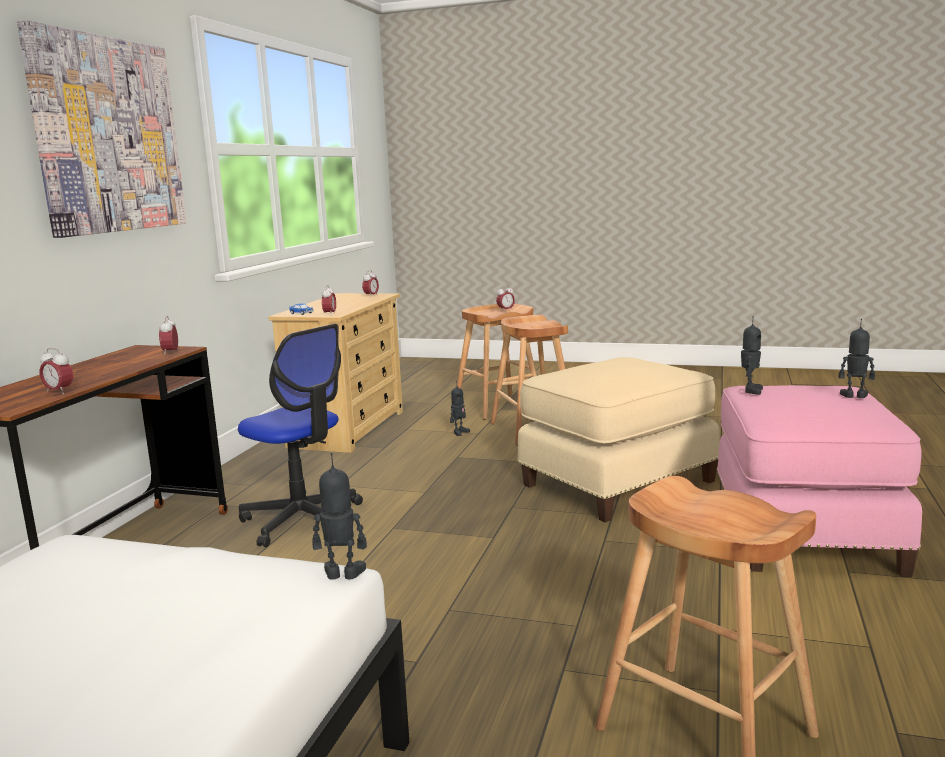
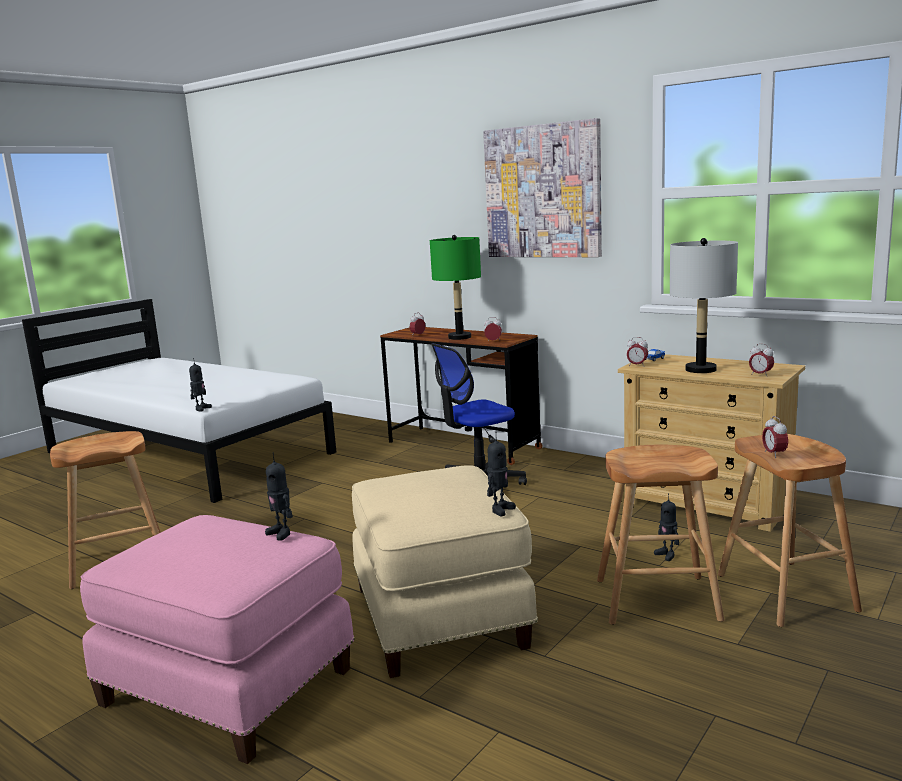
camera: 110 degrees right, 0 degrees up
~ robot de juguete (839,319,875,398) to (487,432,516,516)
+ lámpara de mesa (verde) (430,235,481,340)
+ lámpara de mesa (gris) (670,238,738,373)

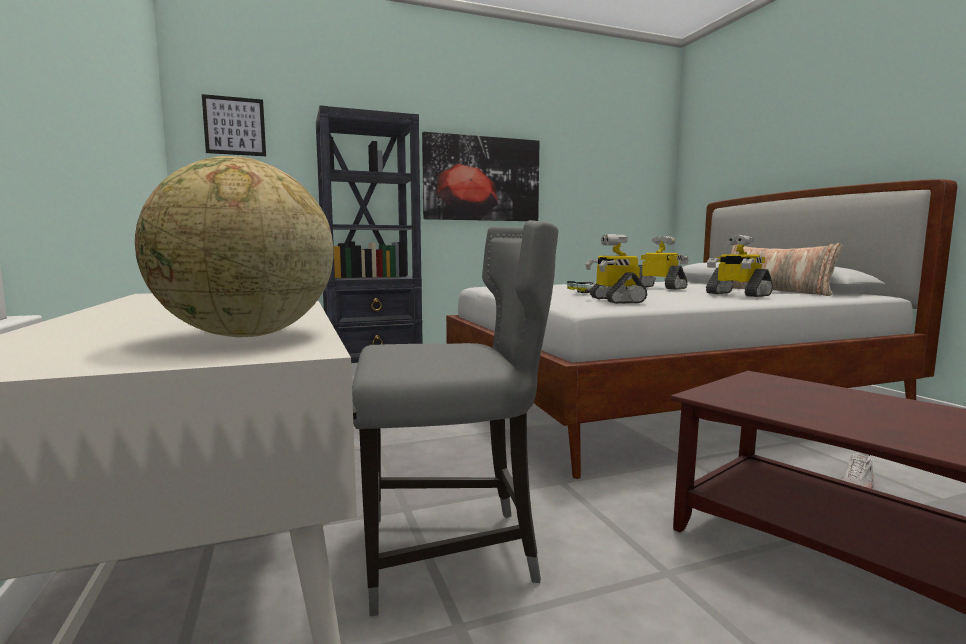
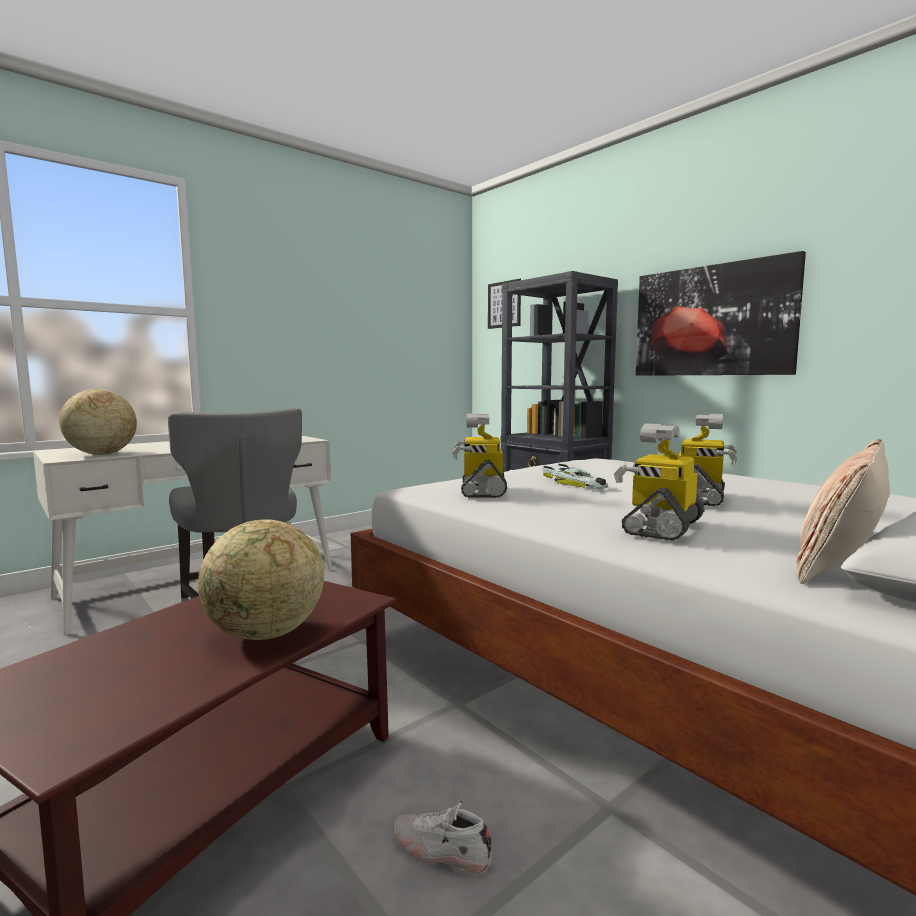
camera: 70 degrees right, 0 degrees up
~ robot de juguete (585,234,647,304) = (452,413,507,498) 60 degrees counterclockwise
+ globo terráqueo (198,519,324,640)

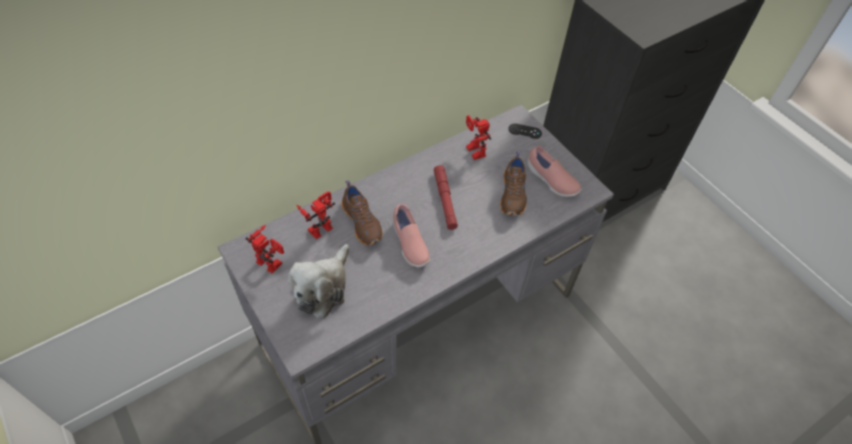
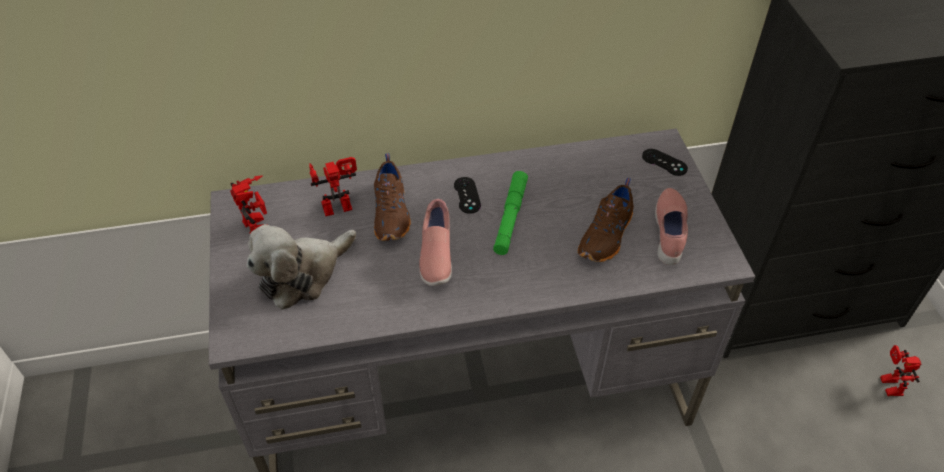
camera: 25 degrees right, 5 degrees down
~ robot de juguete (466,115,491,160) to (880,345,922,396)
~ zapato (rosa) (528,146,582,197) = (655,188,688,265) 150 degrees counterclockwise
~ linterna (rojo) (434,165,458,230) to linterna (verde) (493,171,528,255)
+ mando de consola (negro) (454,177,481,214)

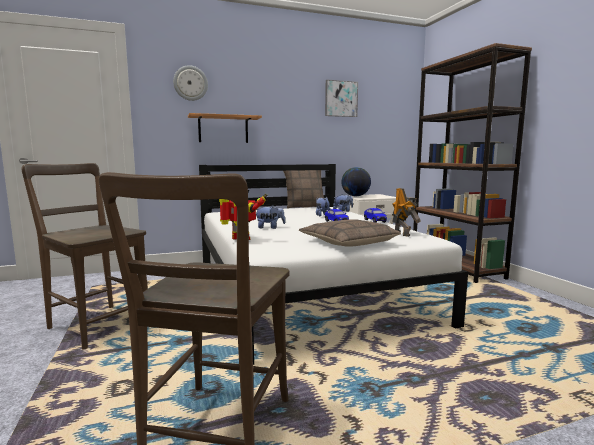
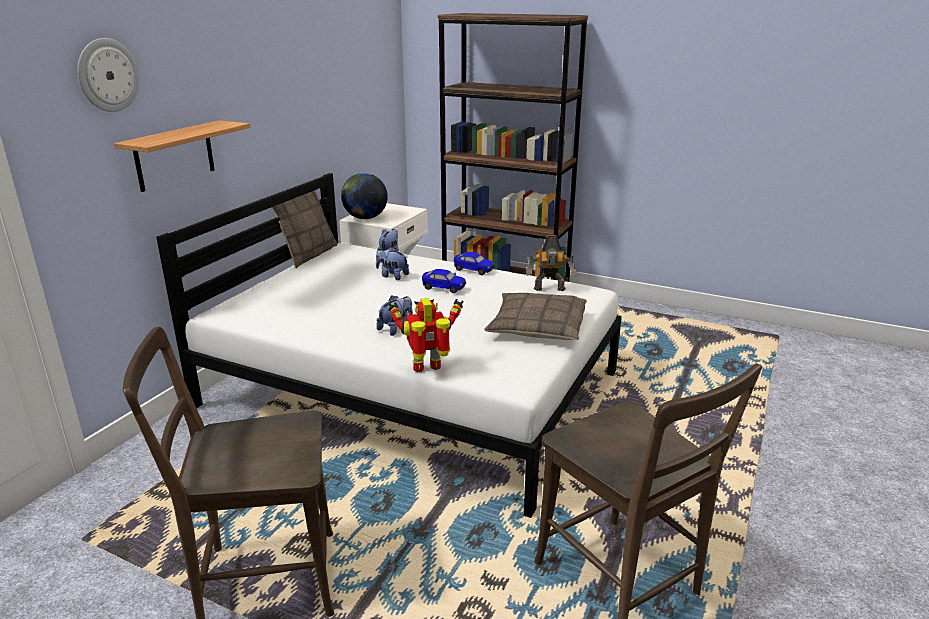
camera: 45 degrees left, 15 degrees up
- cuadro (325,80,358,117)
~ robot de juguete (392,188,421,237) = (526,235,576,291) 150 degrees clockwise

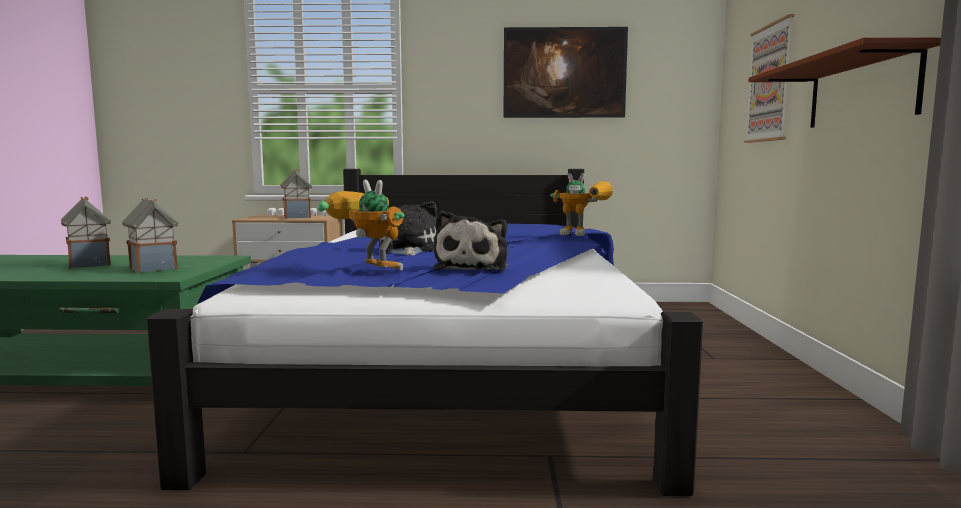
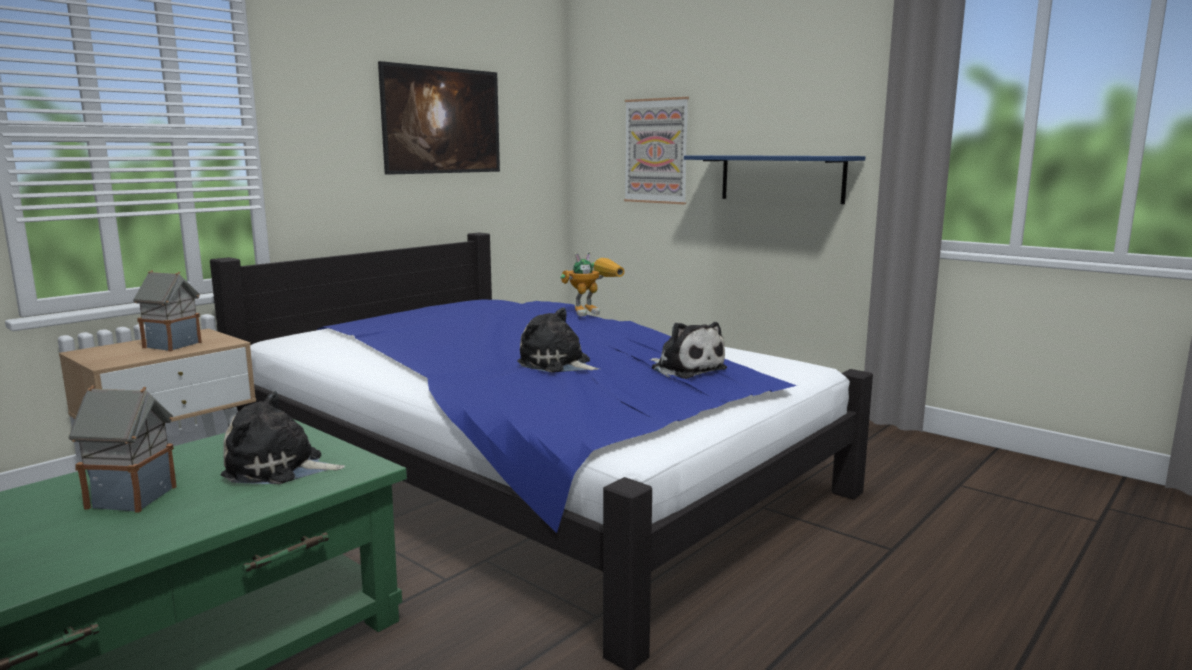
camera: 50 degrees left, 5 degrees up
~ estante (marrón) (749,37,941,128) to estante (azul) (684,155,865,204)
- robot de juguete (318,180,405,270)
~ casita (122,198,179,273) to peluche (221,391,345,484)

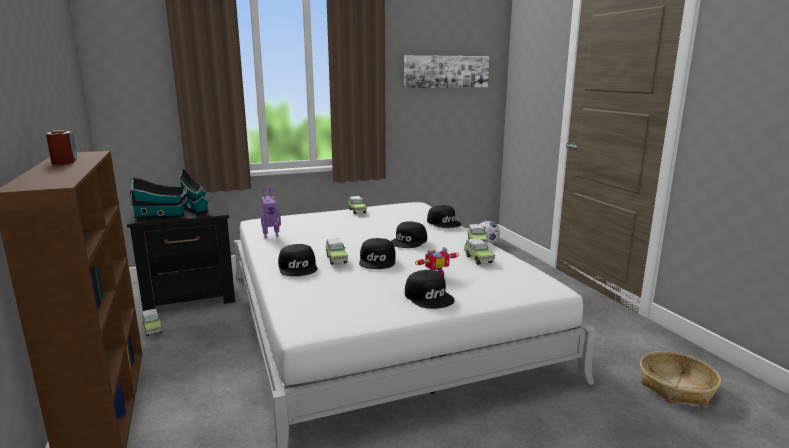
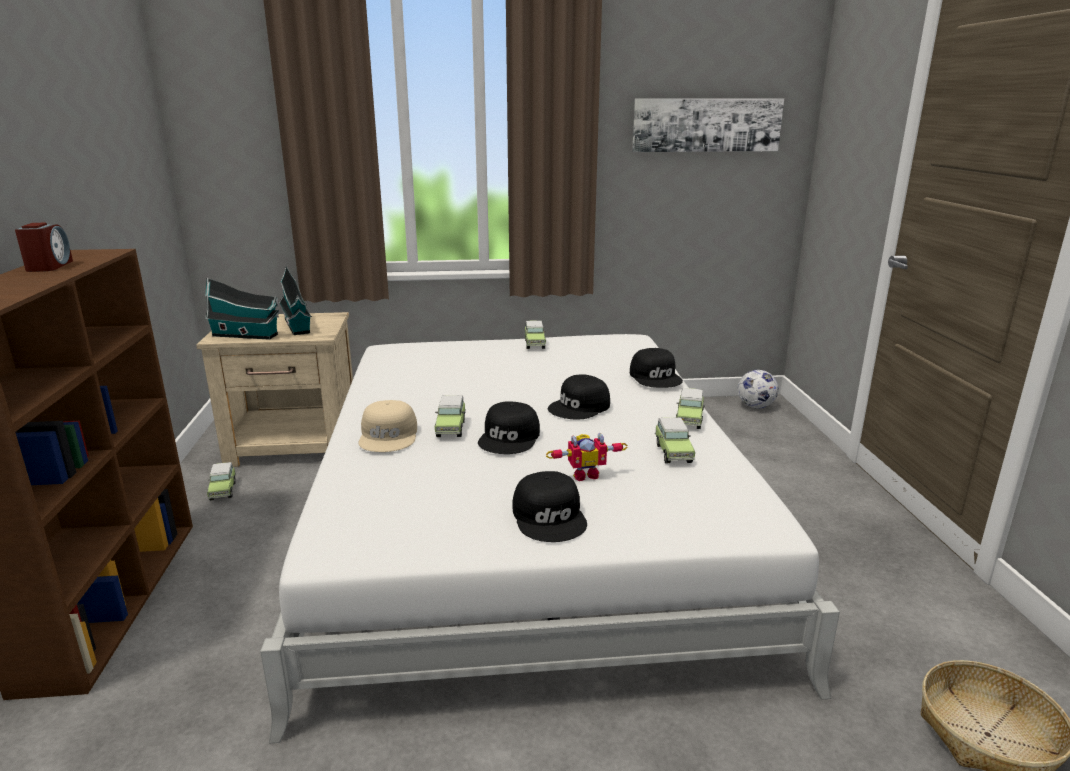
camera: 15 degrees right, 5 degrees up
- robot de juguete (261,187,281,238)
~ mesita de noche (negro) (127,199,235,311) to mesita de noche (beis) (196,312,353,467)
~ gorra (negro) (278,244,318,276) to gorra (beis) (359,400,417,452)

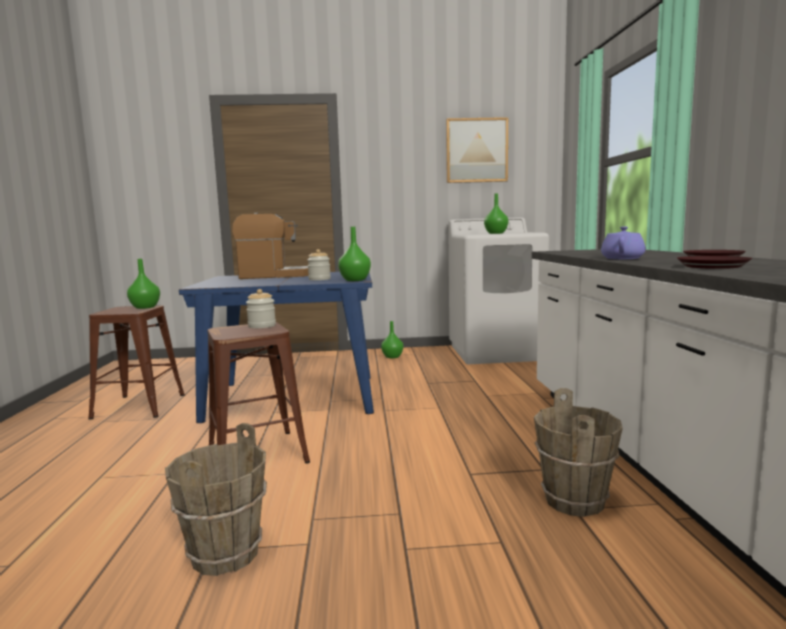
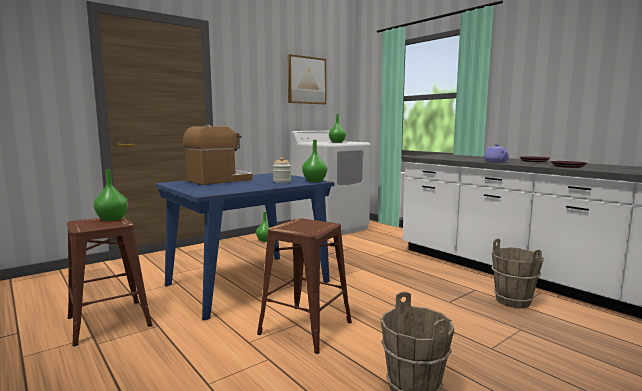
camera: 35 degrees left, 0 degrees up
- tarro (246,289,276,328)

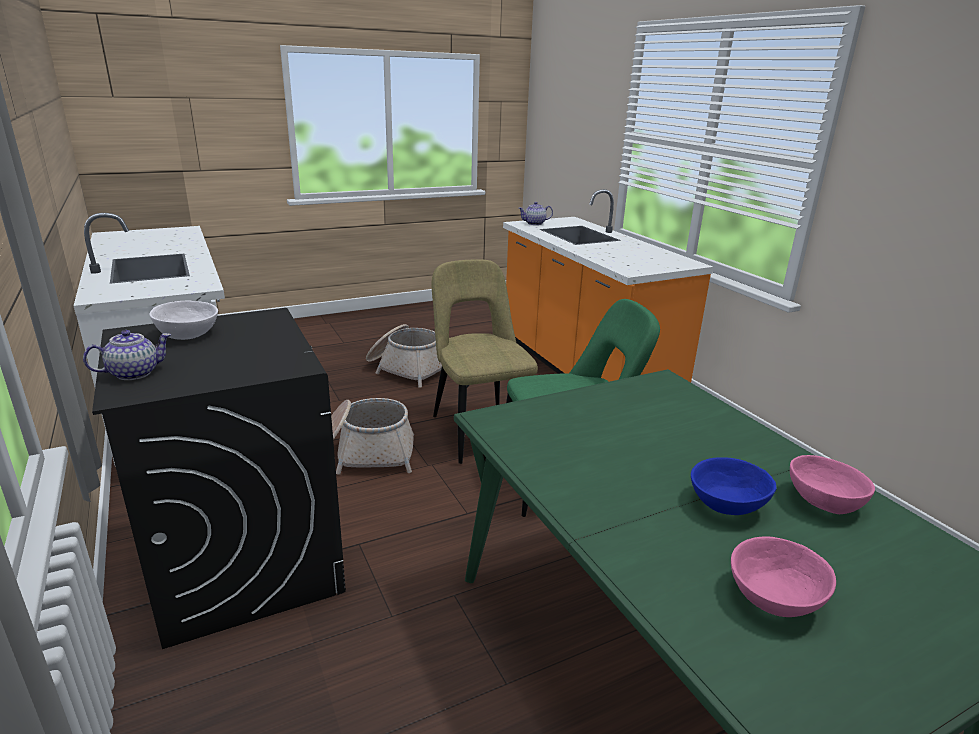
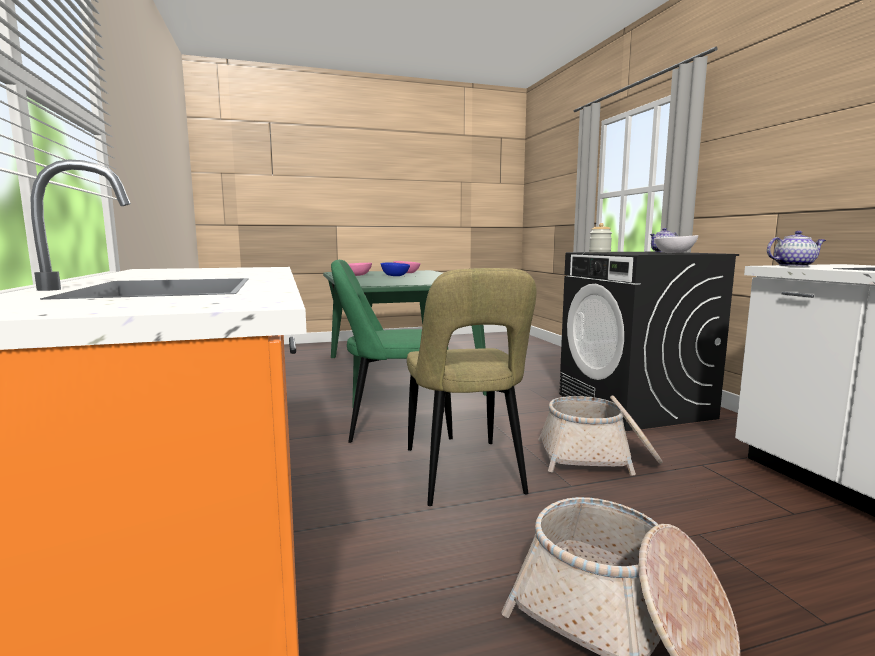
camera: 170 degrees left, 15 degrees down
~ tetera (518,202,553,225) to (767,231,826,267)
+ tarro (589,223,612,253)

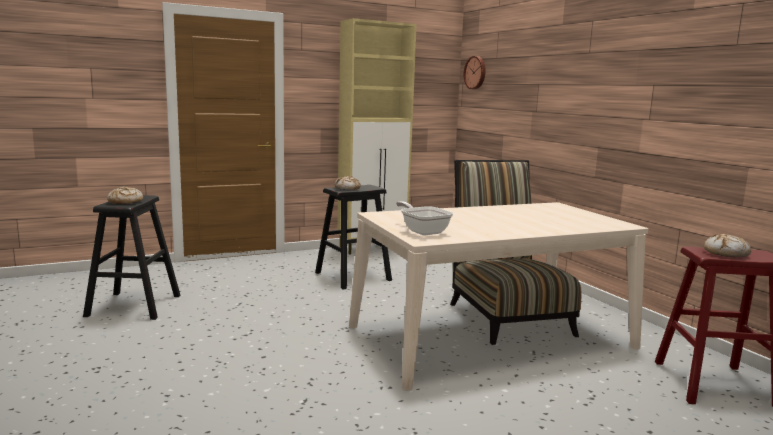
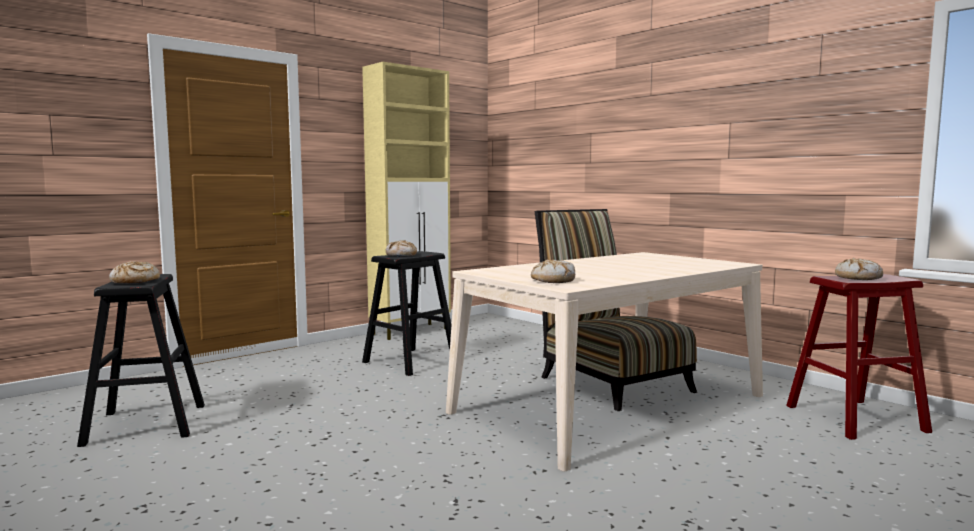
camera: 15 degrees left, 5 degrees down
- reloj de pared (464,56,486,89)
~ sartén (396,201,454,235) to pan (531,260,575,283)

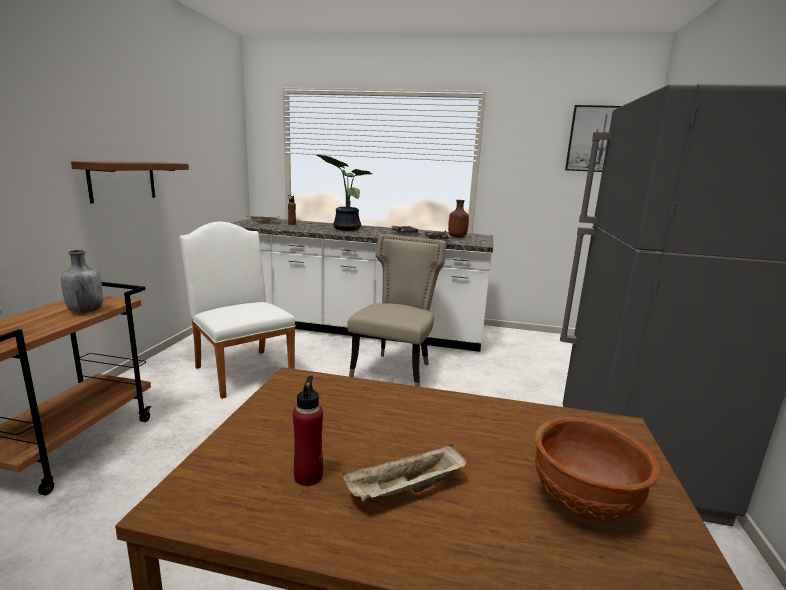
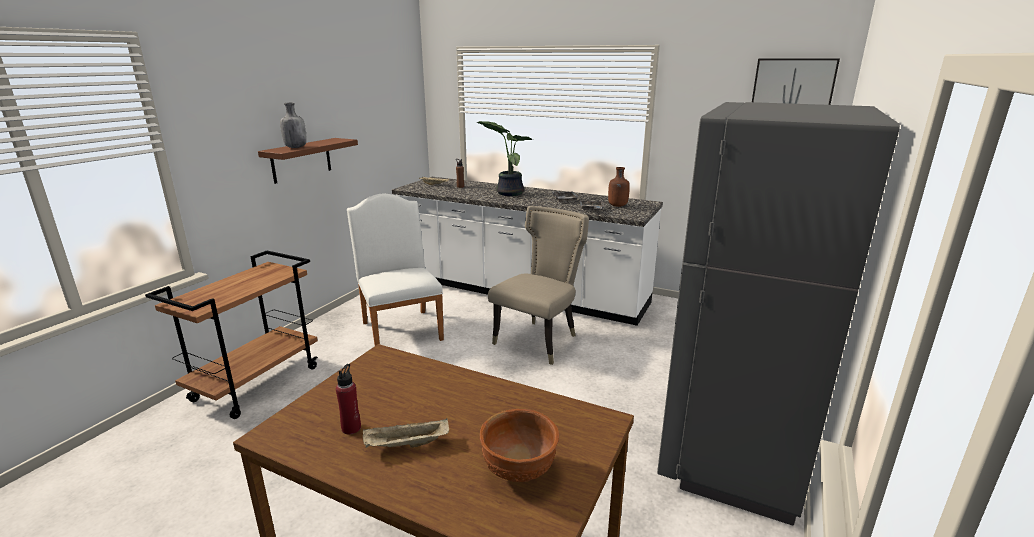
camera: 15 degrees right, 5 degrees up
~ botella (gris) (61,250,103,313) to (280,103,307,148)

